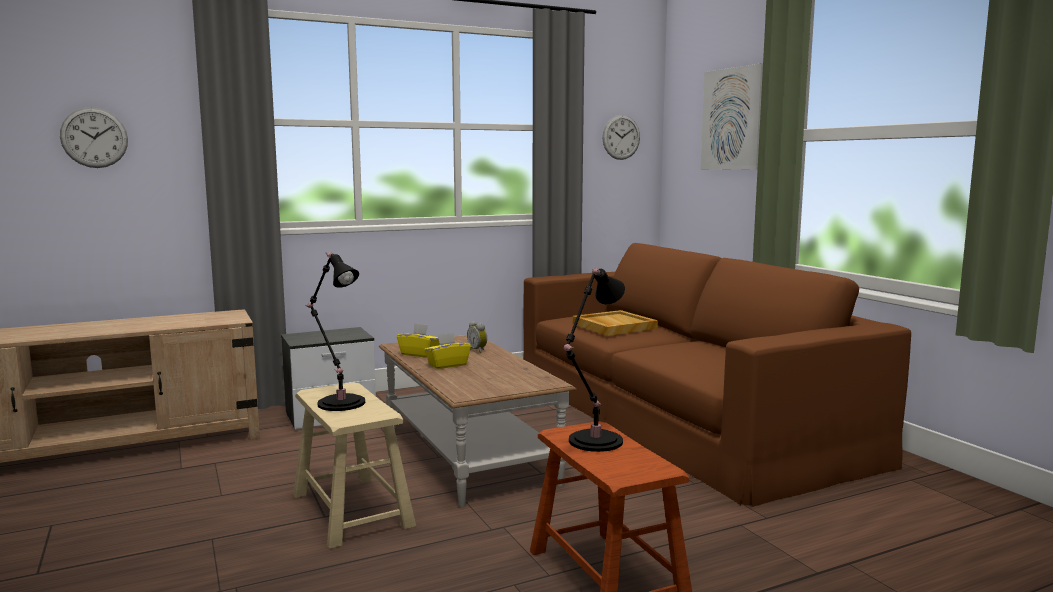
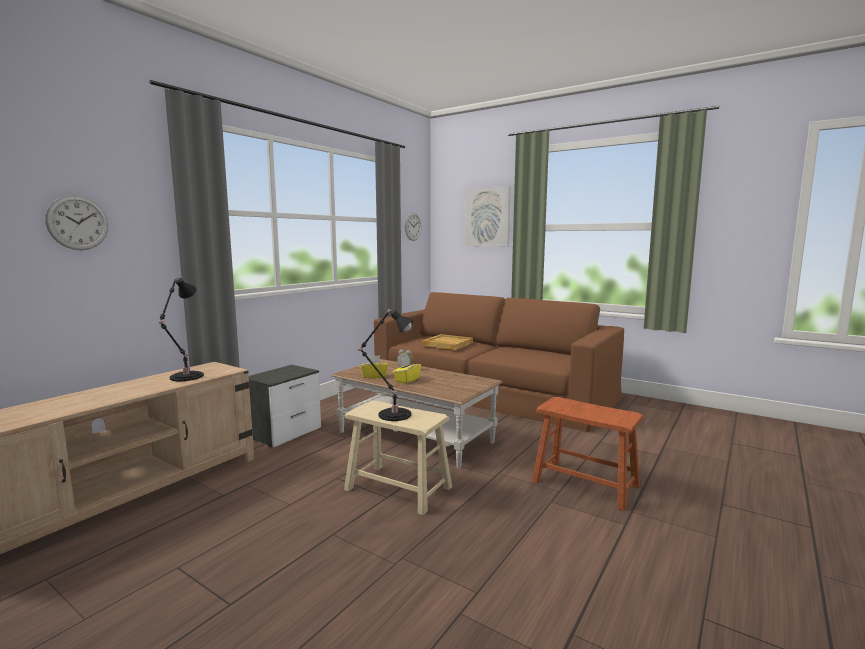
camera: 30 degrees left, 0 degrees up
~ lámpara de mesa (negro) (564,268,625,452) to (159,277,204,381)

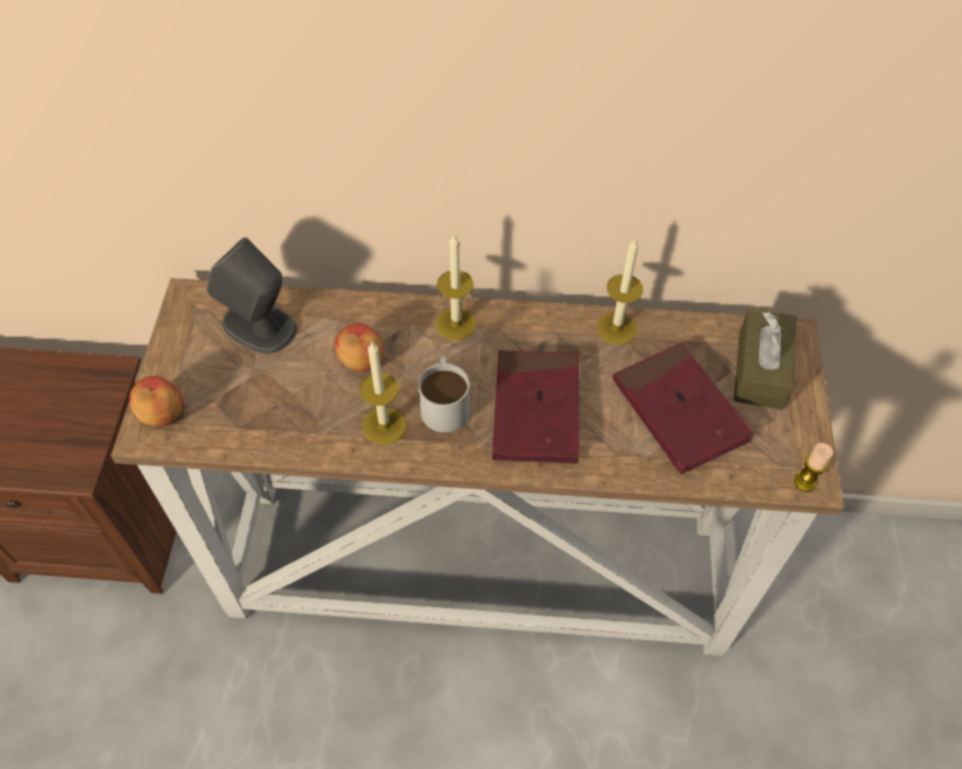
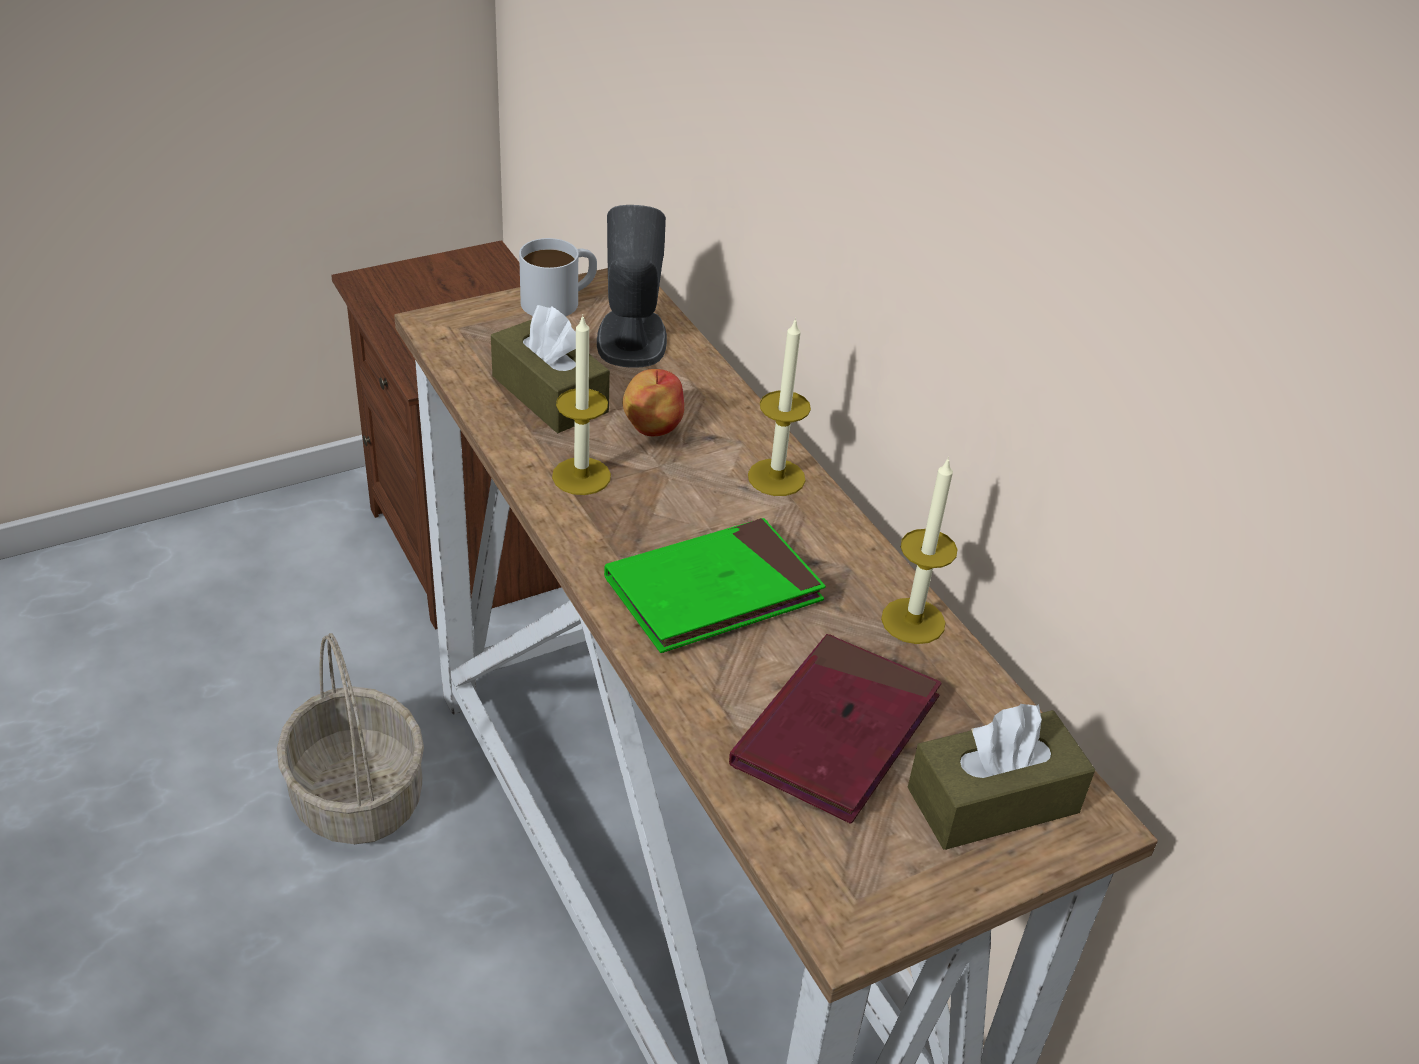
camera: 55 degrees right, 15 degrees down
~ libro (rojo) (492,350,579,464) to libro (verde) (604,518,826,653)
~ taza grande (blanco) (418,356,470,432) to (519,238,597,316)
- manzana (129,376,183,427)
- vela (794,443,833,492)
+ caja de pañuelos (marrón) (491,305,610,433)
+ cesta (277,633,424,844)

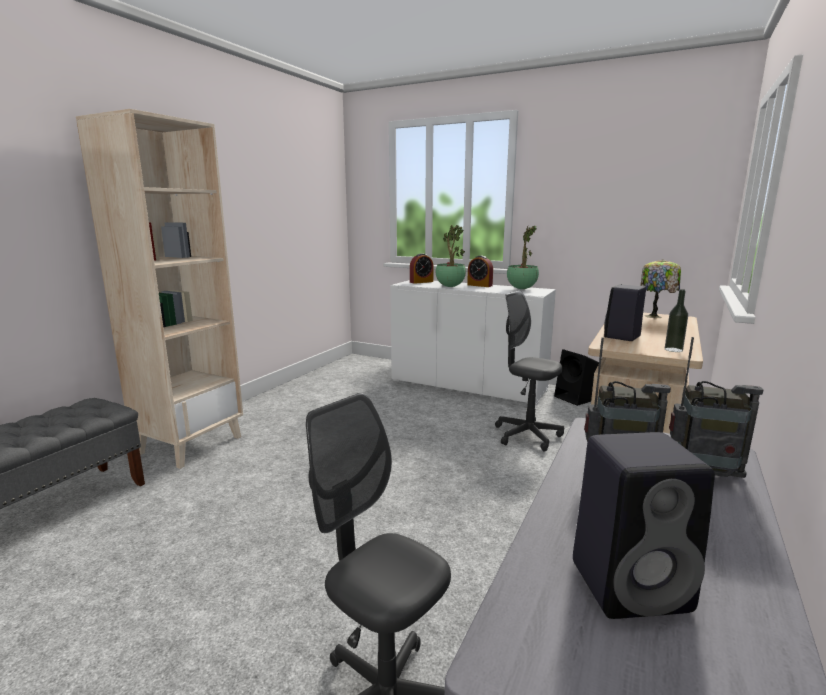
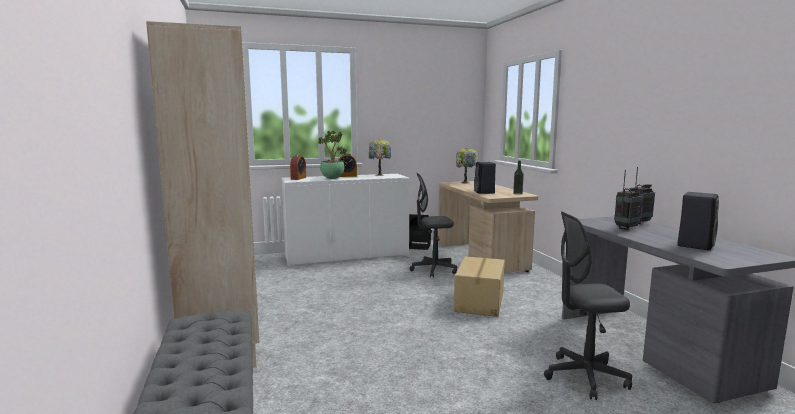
camera: 45 degrees left, 5 degrees down
~ planta en maceta (507,226,539,289) to lámpara de mesa (369,139,391,176)
+ caja de cartón (454,256,505,317)

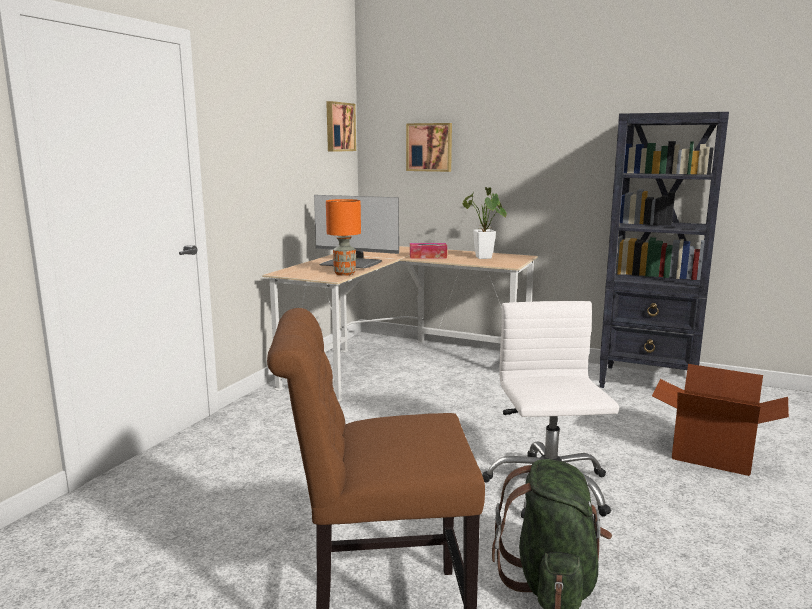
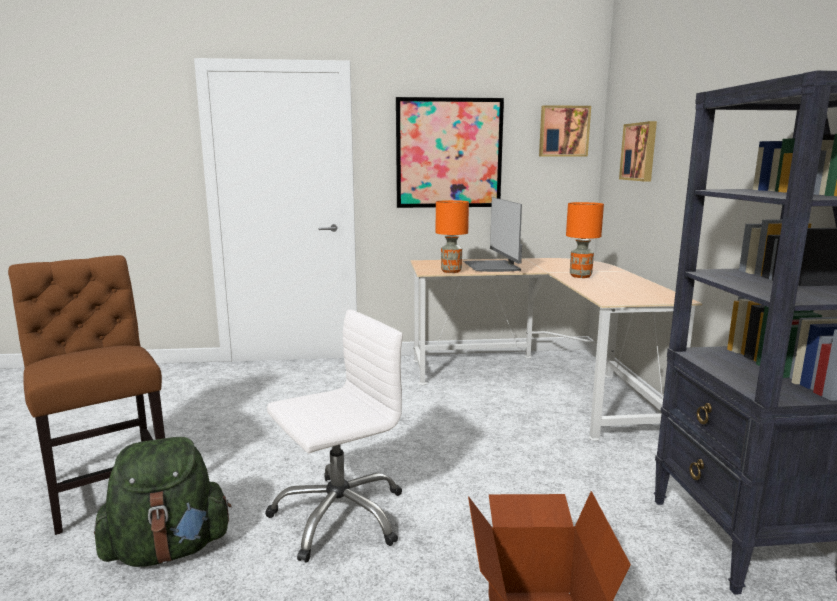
camera: 60 degrees right, 0 degrees up
- planta en maceta (462,187,507,259)
~ caja de pañuelos (410,243,447,259) to lámpara de mesa (naranja) (566,202,604,278)
+ cuadro (396,97,504,208)

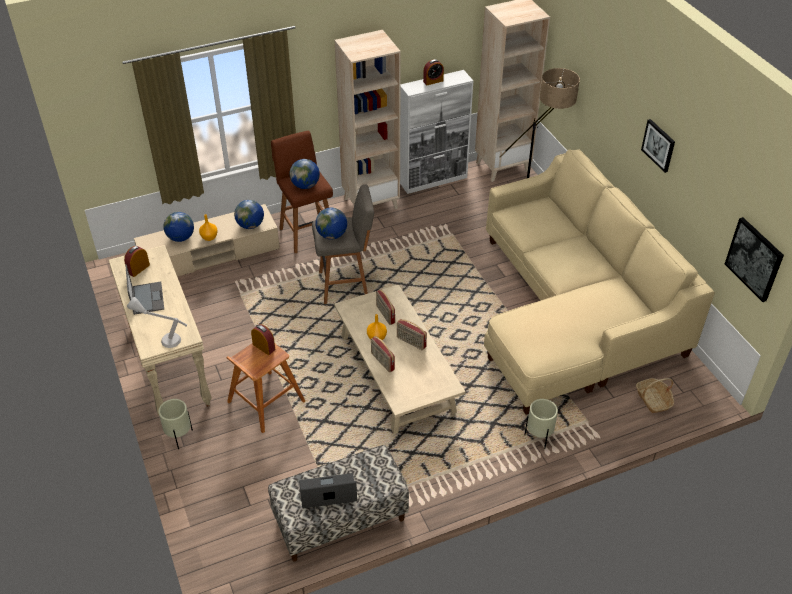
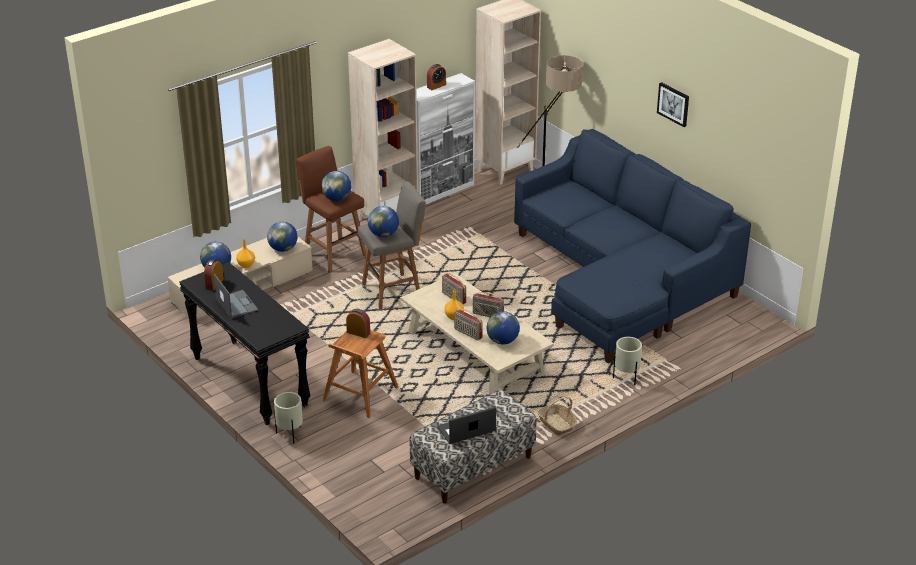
camera: 15 degrees left, 10 degrees down
~ sofá (beis) (484,149,715,415) to sofá (azul) (514,129,751,363)
- cuadro (725,217,784,302)
~ mesa consola (beis) (108,245,212,415) to mesa consola (negro) (179,262,310,425)
- lámpara de mesa (gris) (127,297,187,348)
~ cesta (636,378,674,413) to (537,397,577,436)
+ globo terráqueo (487,311,520,345)

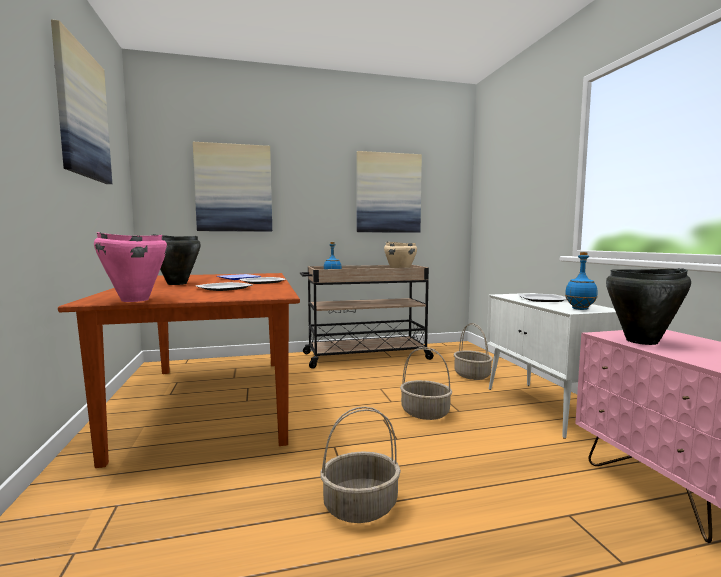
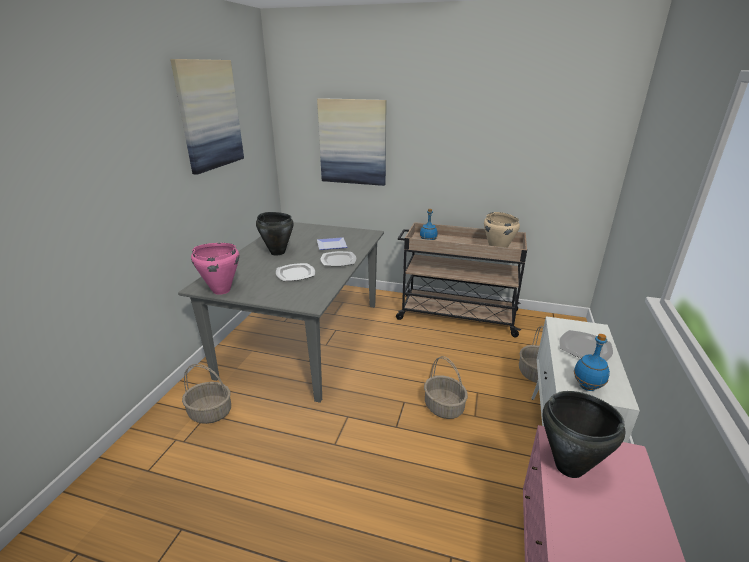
camera: 30 degrees right, 20 degrees up
- cuadro (356,151,422,233)
~ mesa de comedor (marrón) (58,273,300,468) to mesa de comedor (gris) (178,222,384,403)
~ cesta (320,406,401,523) to (182,364,231,424)

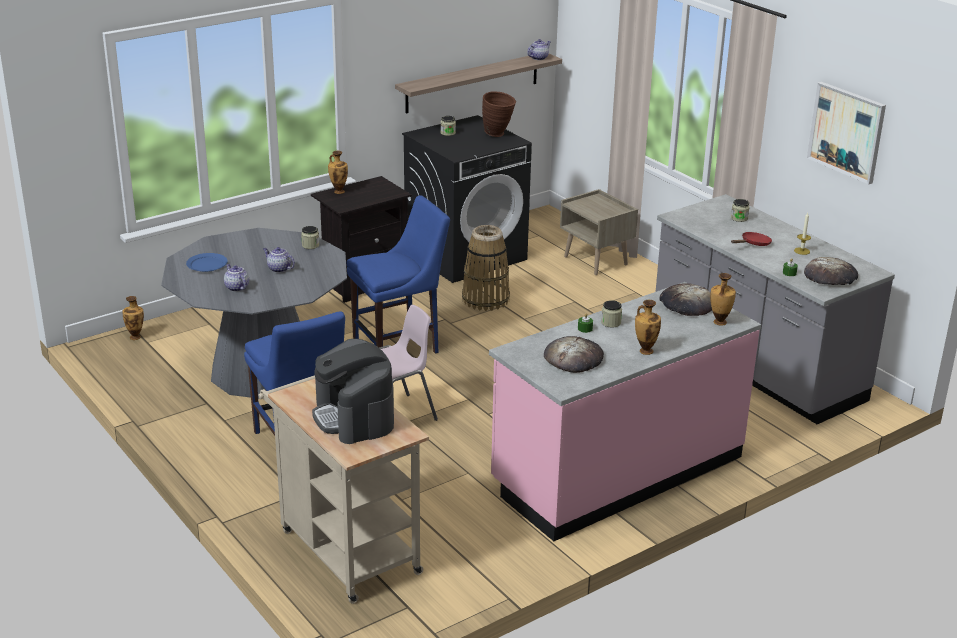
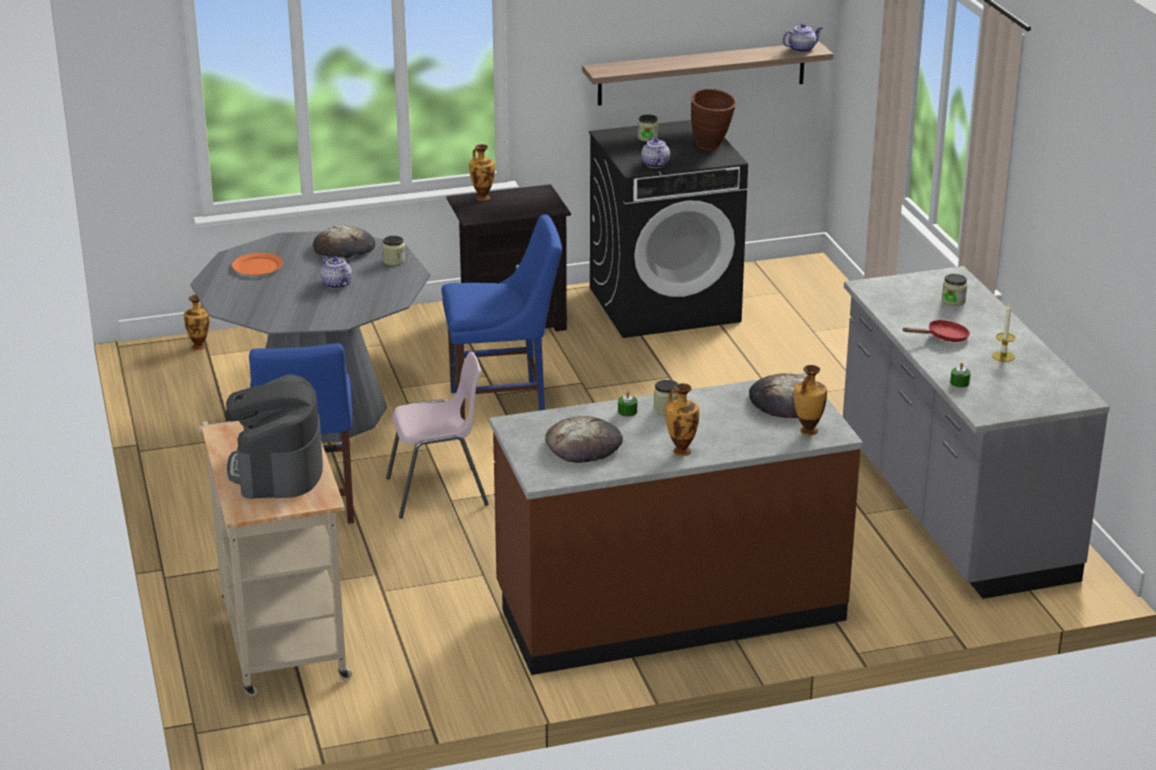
camera: 20 degrees right, 0 degrees up
- cuadro (807,82,886,184)
- mesita de noche (beis) (560,189,638,275)
- cesta (462,225,510,311)
~ plato (azul) (186,253,228,272) to plato (naranja) (232,253,283,276)
~ pan (804,257,858,285) to (313,226,375,259)
~ tetera (224,264,249,292) to (641,137,670,168)
~ mueble bajo de cocina (rosa) (489,282,761,541) to mueble bajo de cocina (marrón) (489,373,863,675)

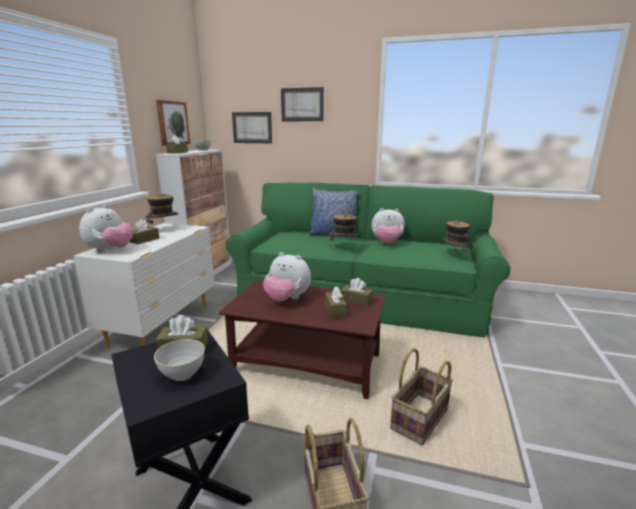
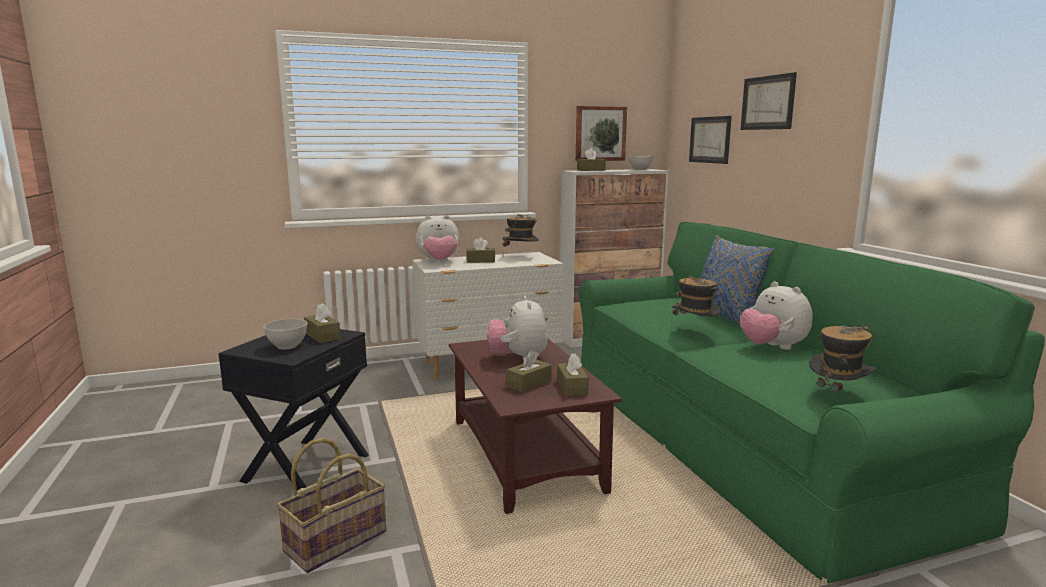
camera: 55 degrees right, 5 degrees down
- cesta (390,348,453,445)

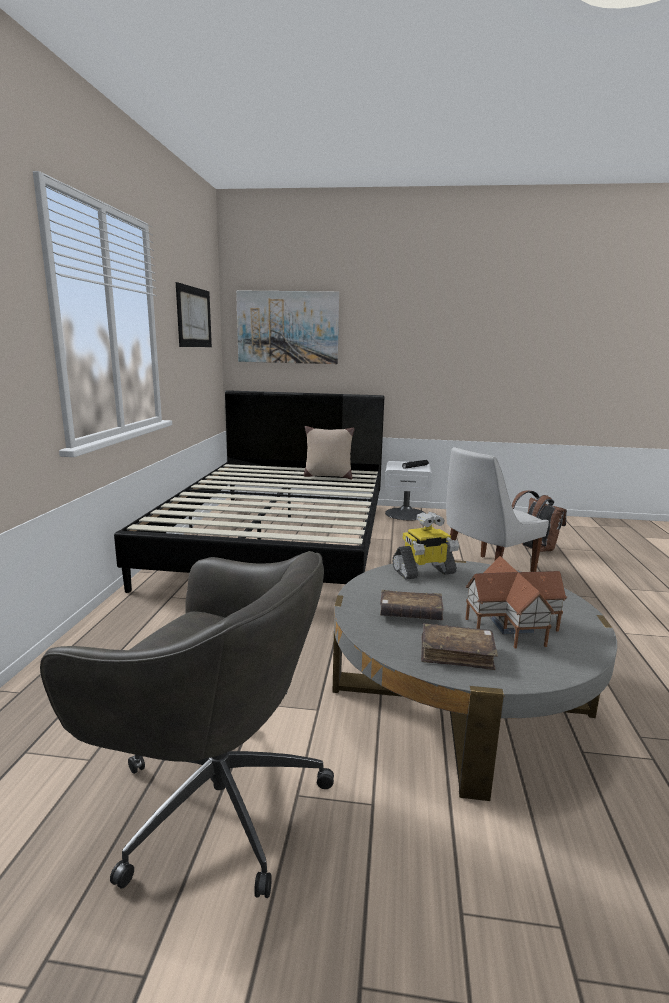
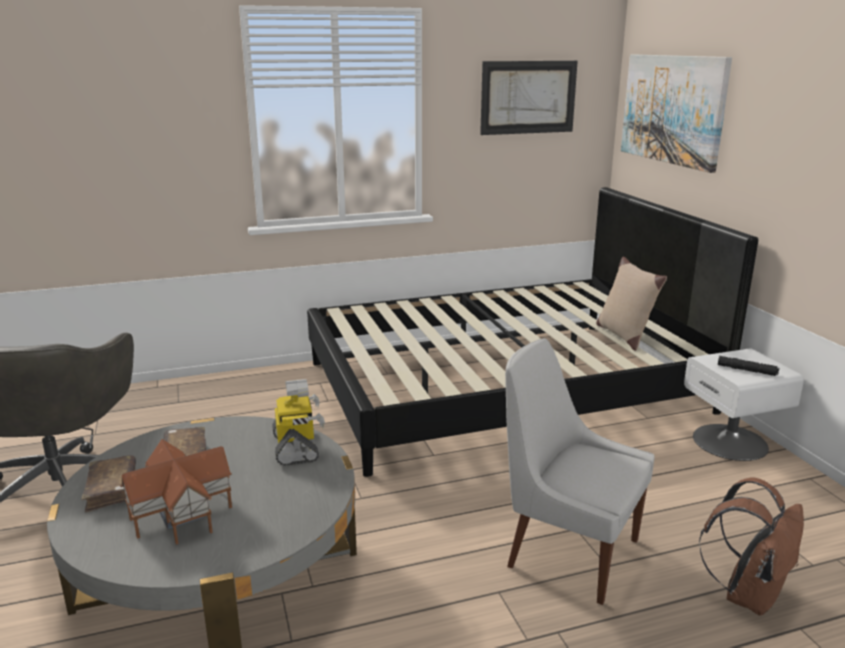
camera: 65 degrees right, 5 degrees up
~ robot de juguete (392,512,459,580) = (272,379,325,466) 150 degrees counterclockwise

